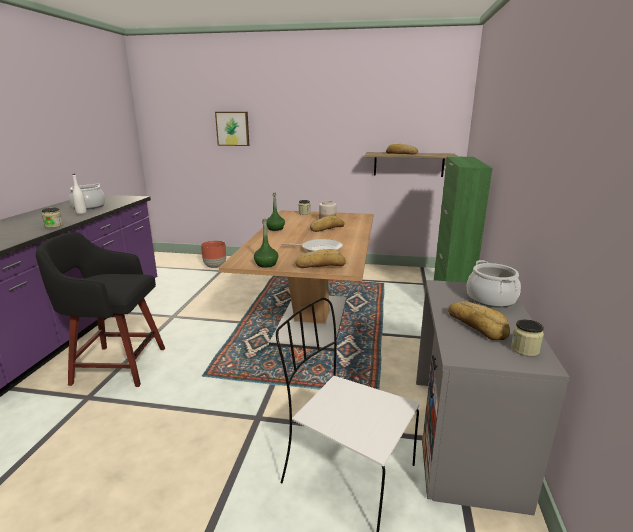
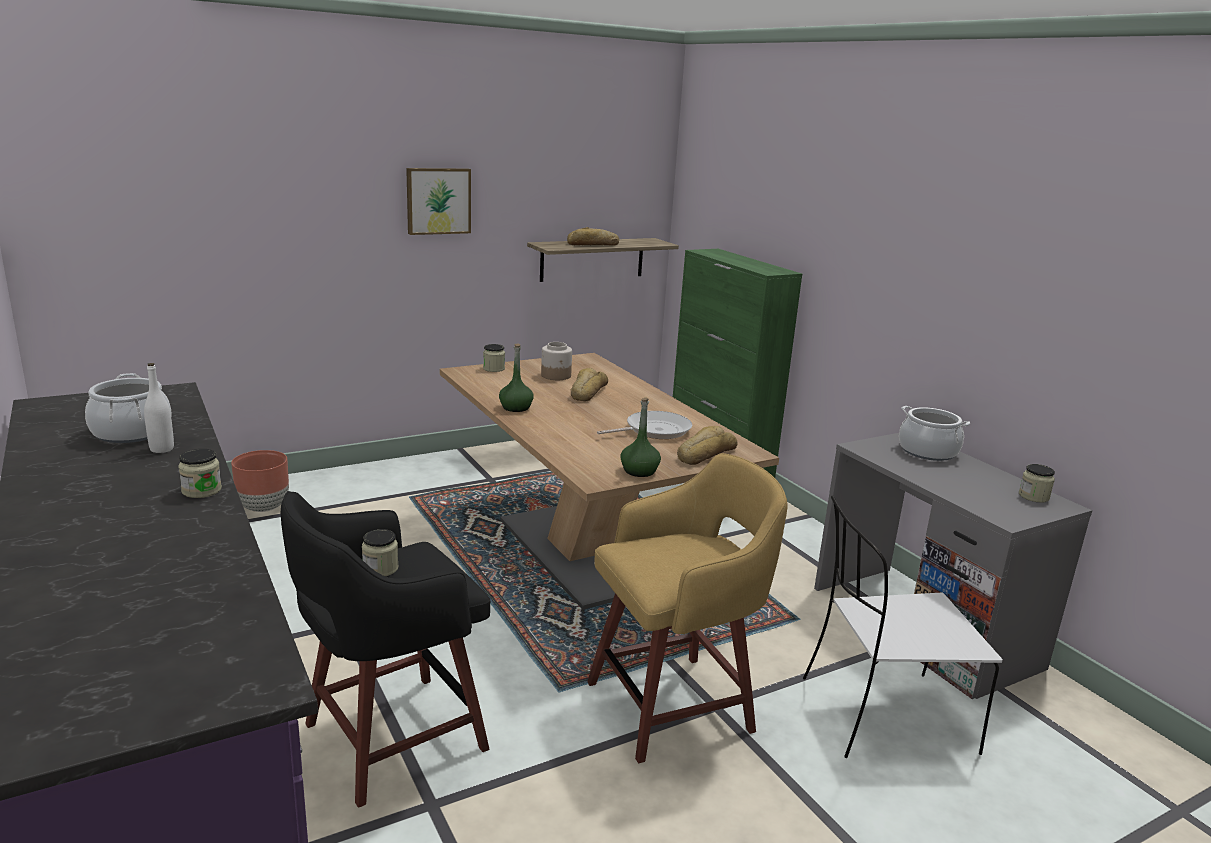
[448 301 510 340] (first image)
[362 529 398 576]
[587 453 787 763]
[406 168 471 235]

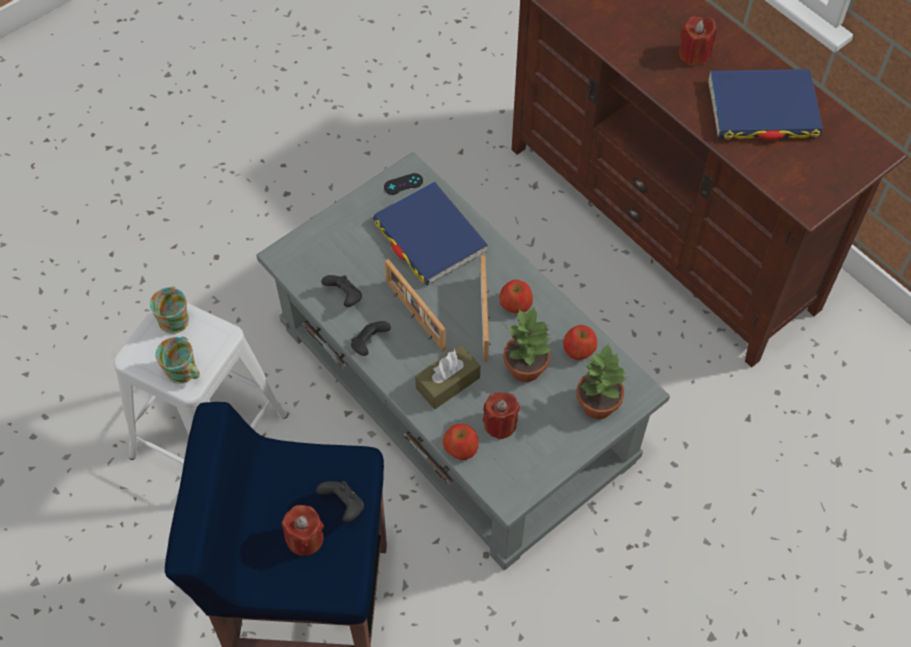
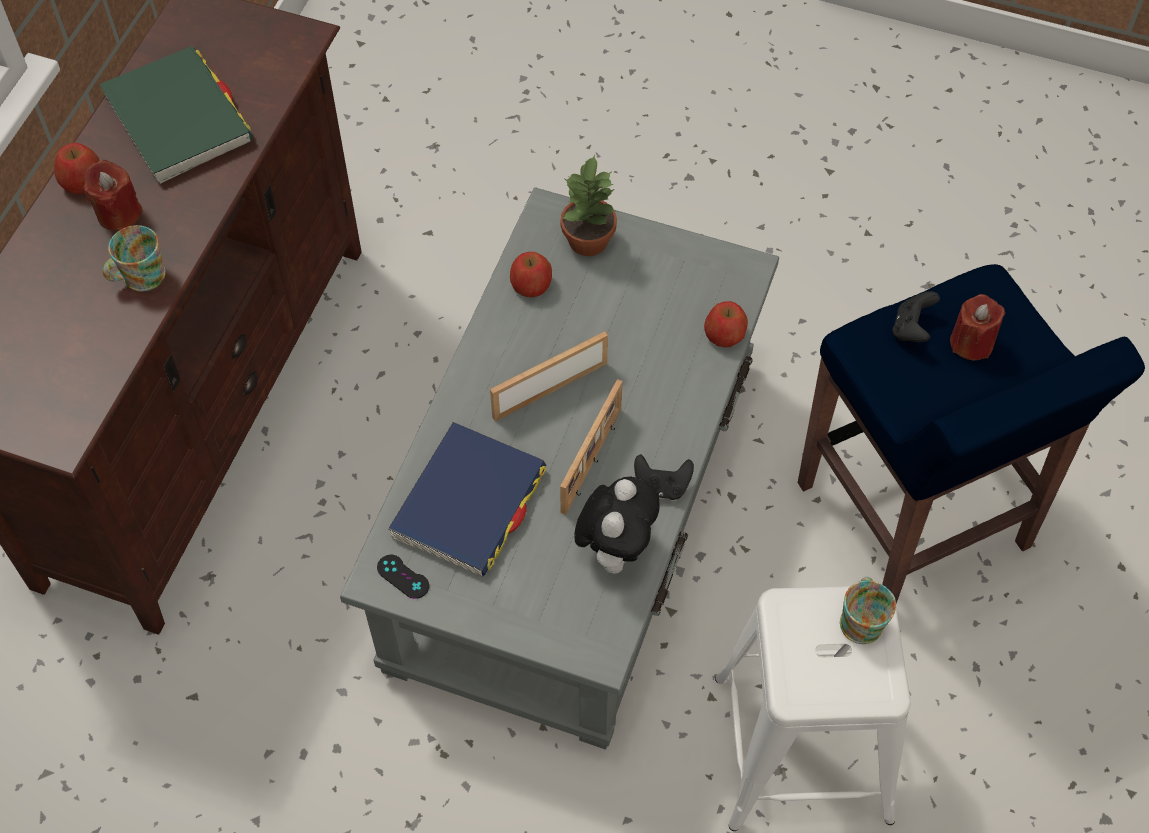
[415 345 480 409] (first image)
[483 392 520 440] (first image)
[503 306 551 382] (first image)
[102 225 166 292]
[54 143 99 194]
[574 477 660 574]
[99 46 253 184]

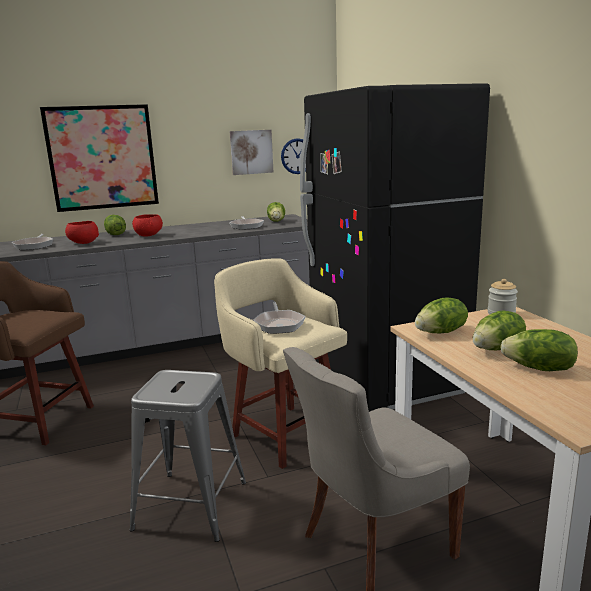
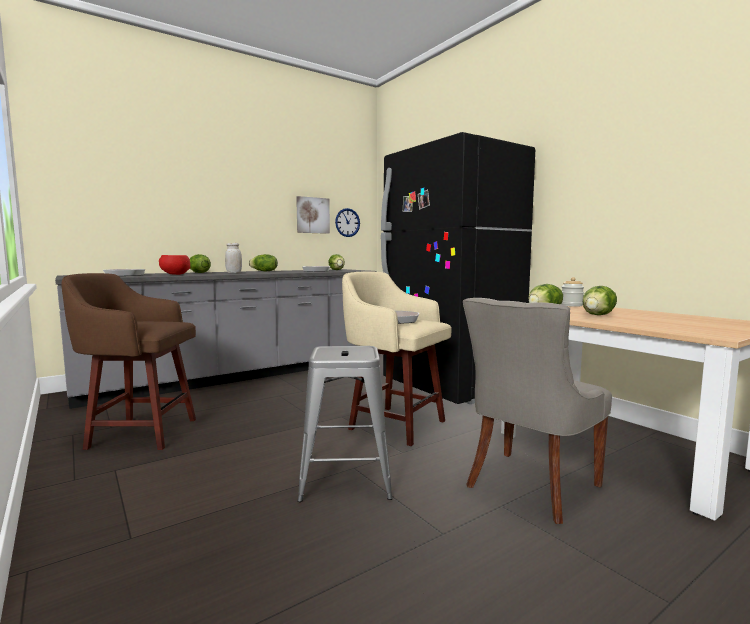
[40 104 159 212] (first image)
[249 254 278 271]
[225 243 242 273]

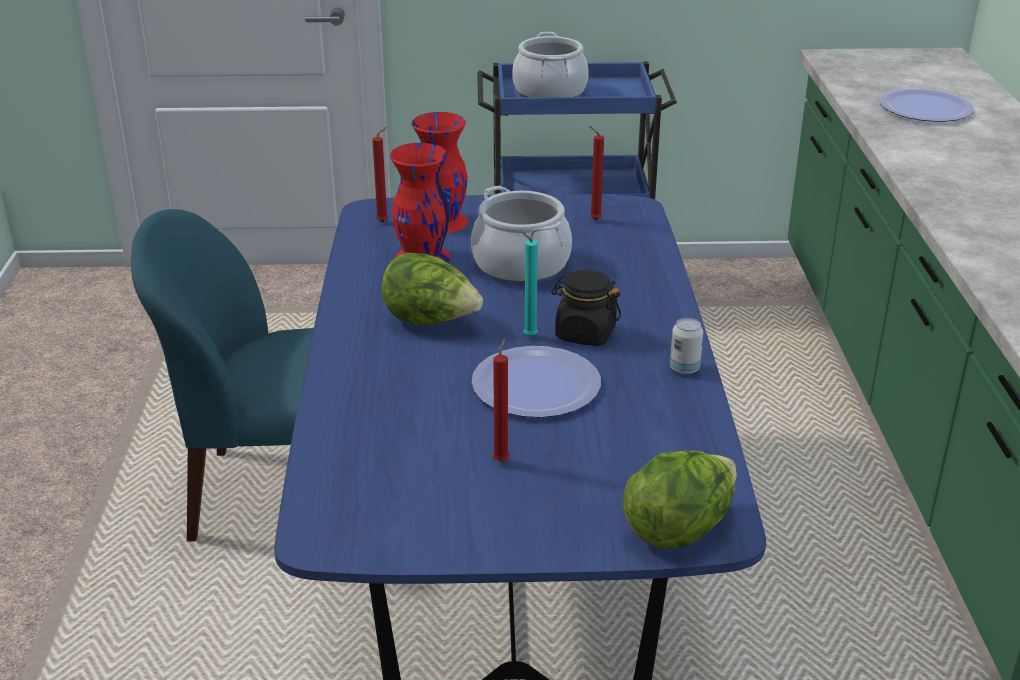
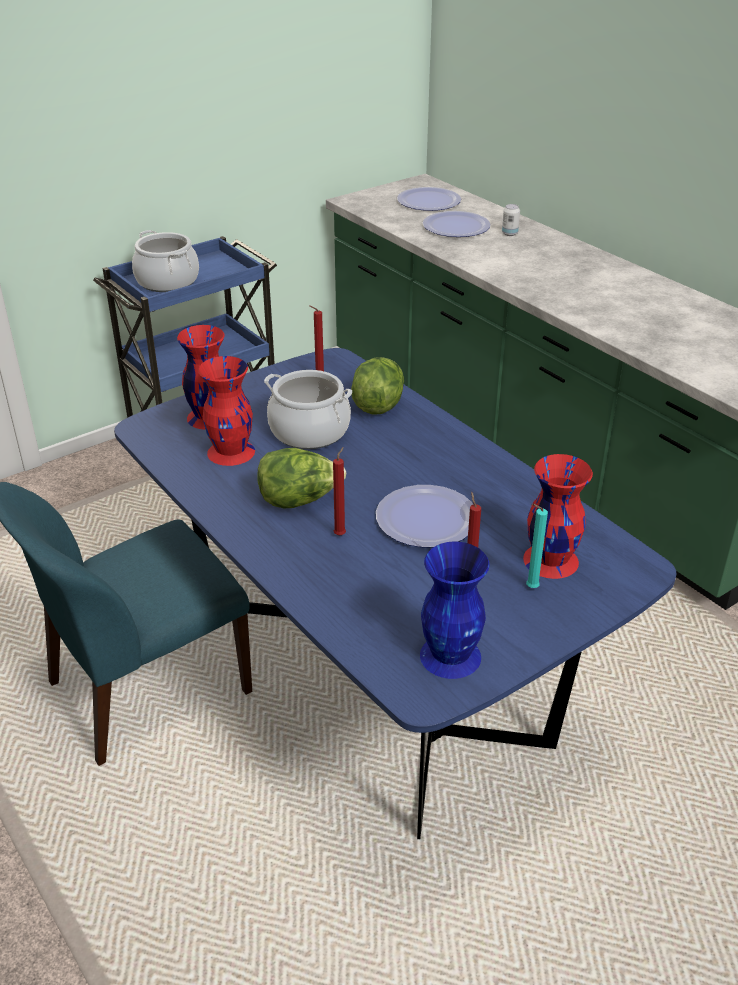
[551 269 621 346] (first image)
[397 187 461 211]
[420 542 489 679]
[523 454 593 579]
[333 447 346 535]
[526 504 548 588]
[351 357 404 414]
[502 204 520 236]

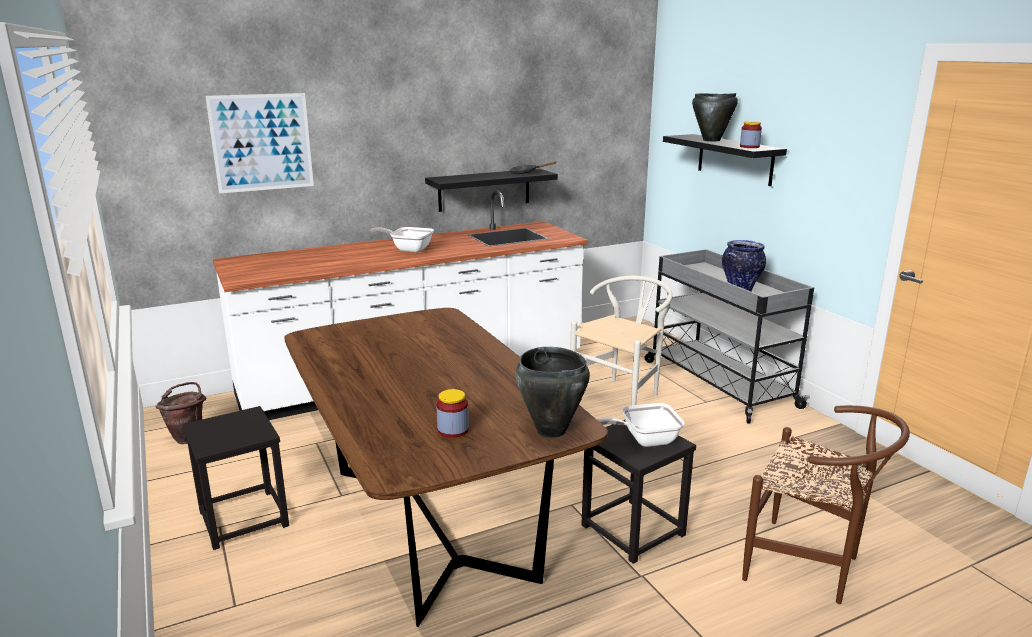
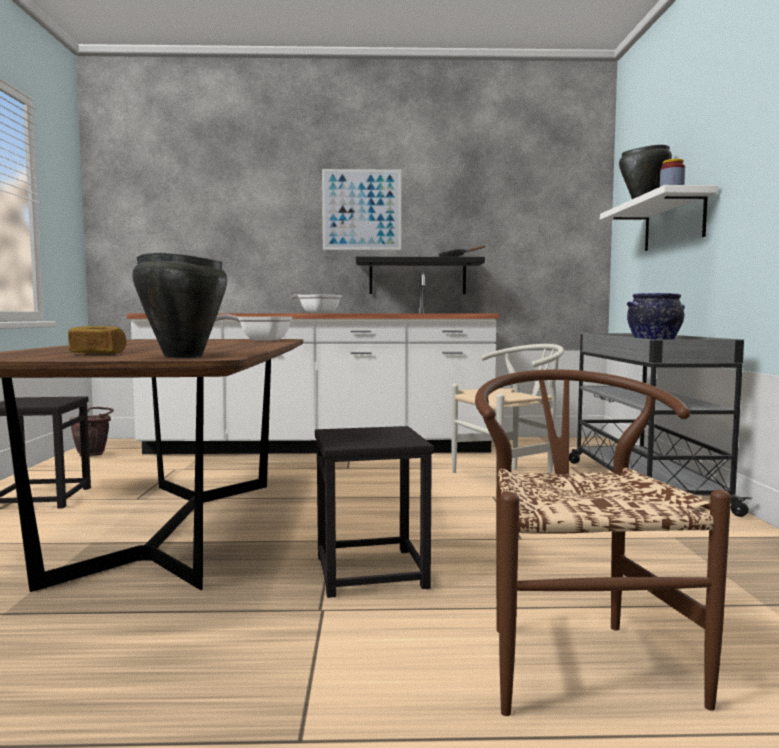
[322 169 401 250]
[215 315 292 341]
[68 326 126 353]
[600 185 717 251]
[475 369 731 716]

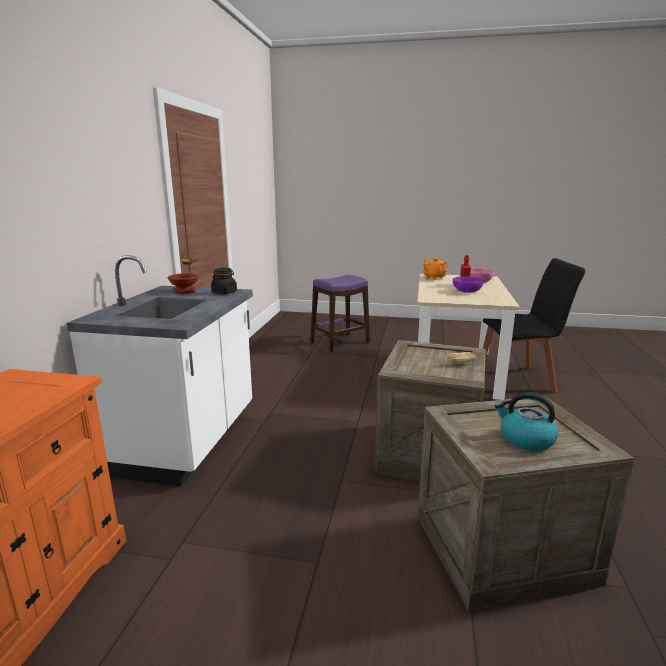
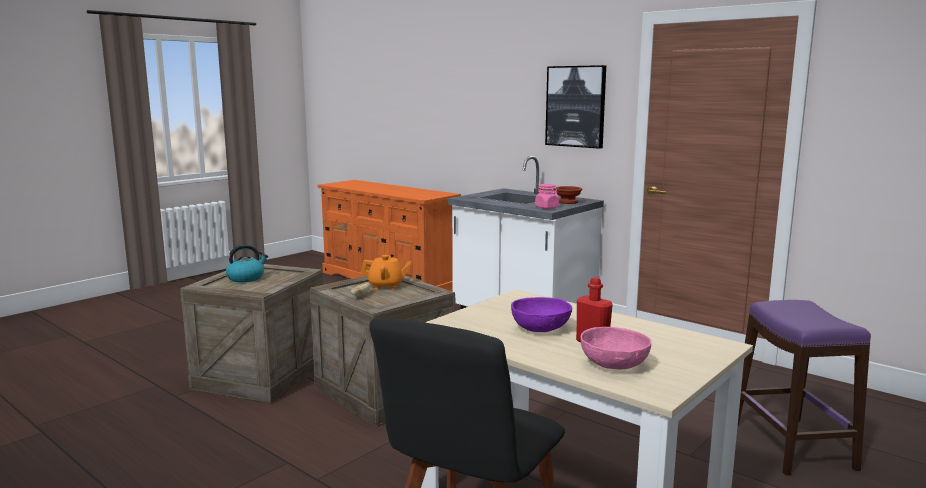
[545 65 606 149]
[361 255 411 290]
[535 184 559 209]

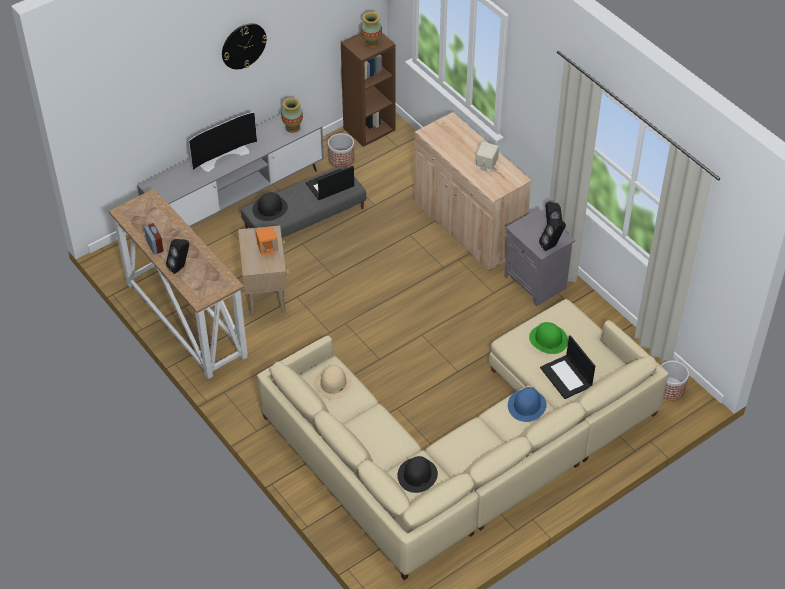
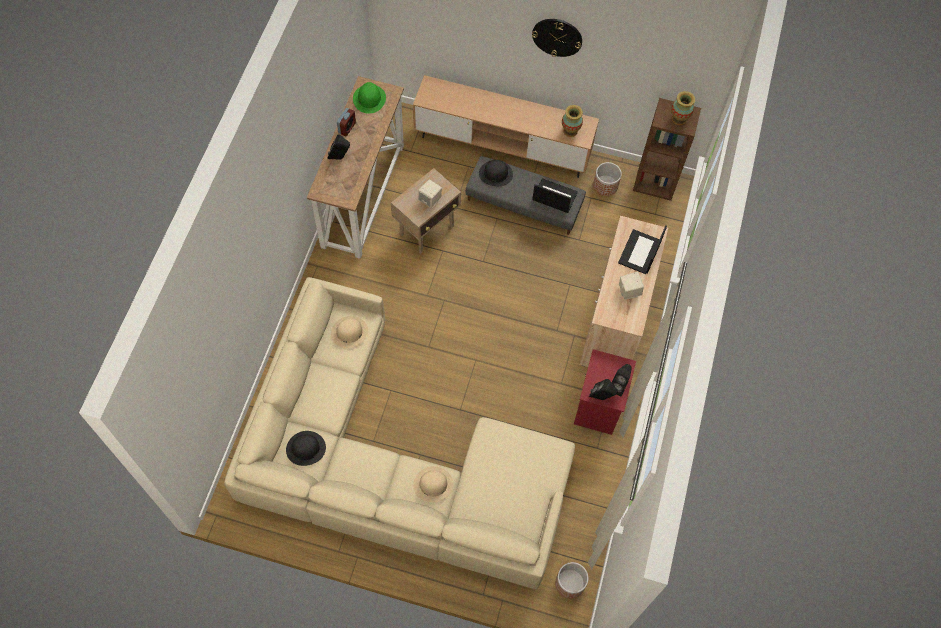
[188 112 257 172] (first image)
[353 82 386 114]
[618 225 667 274]
[413 75 599 178]
[418 180 442 208]
[574 349 636 435]
[413 466 454 502]

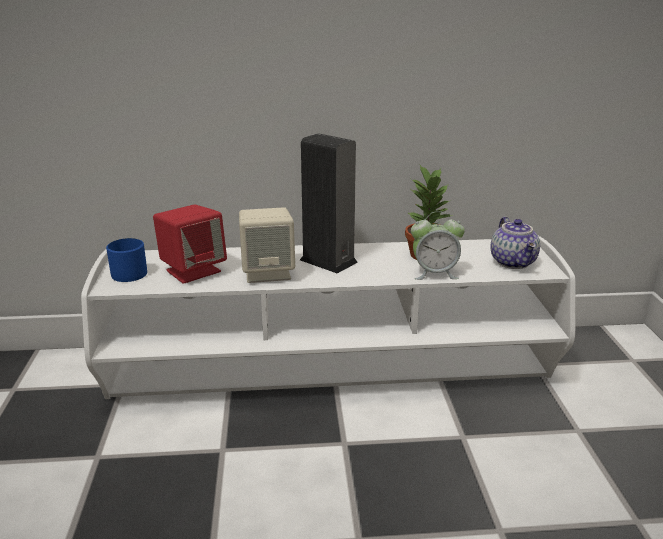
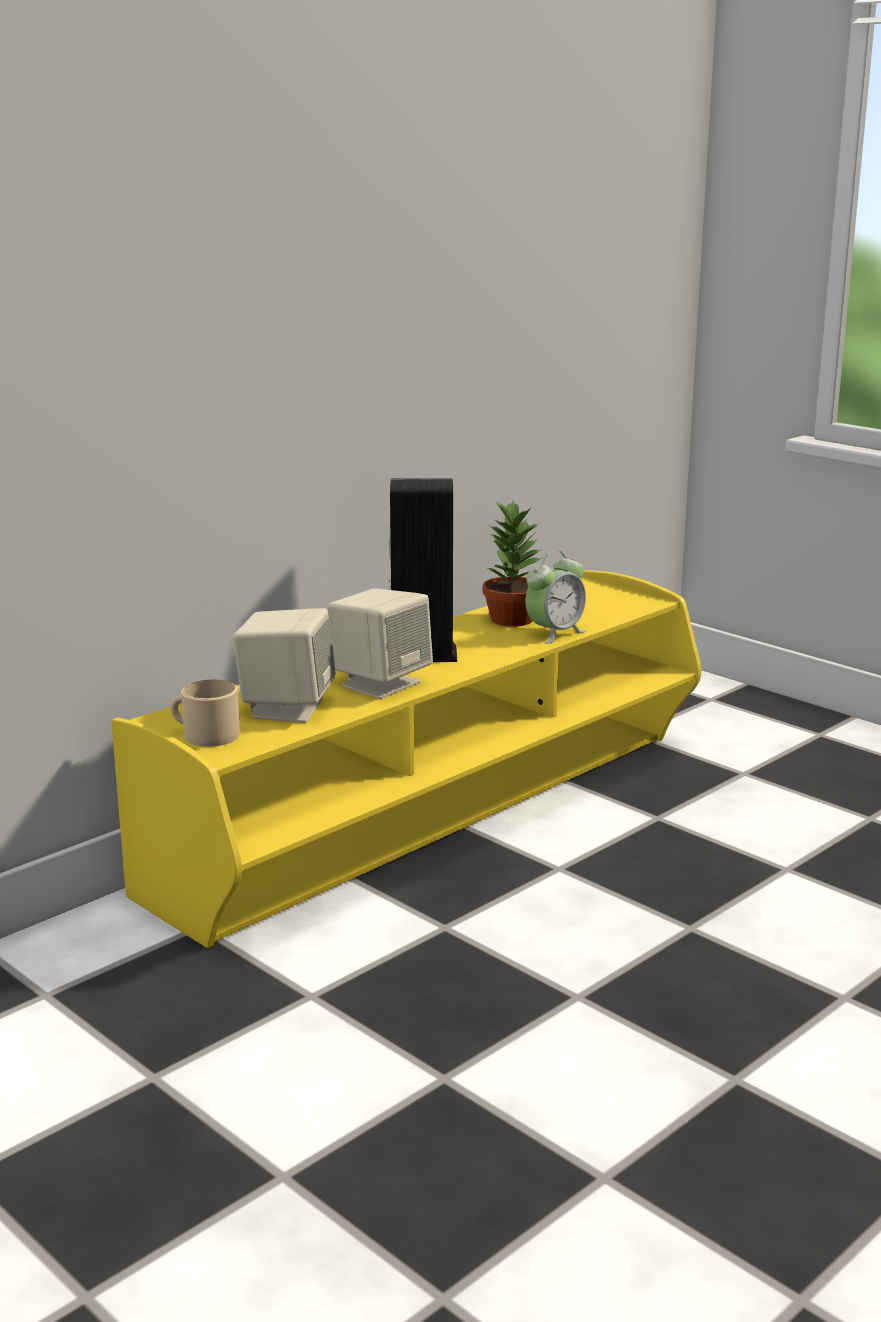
[491 217 540 269] (first image)
[111 570 701 948]
[171 680 240 747]
[233 608 336 723]

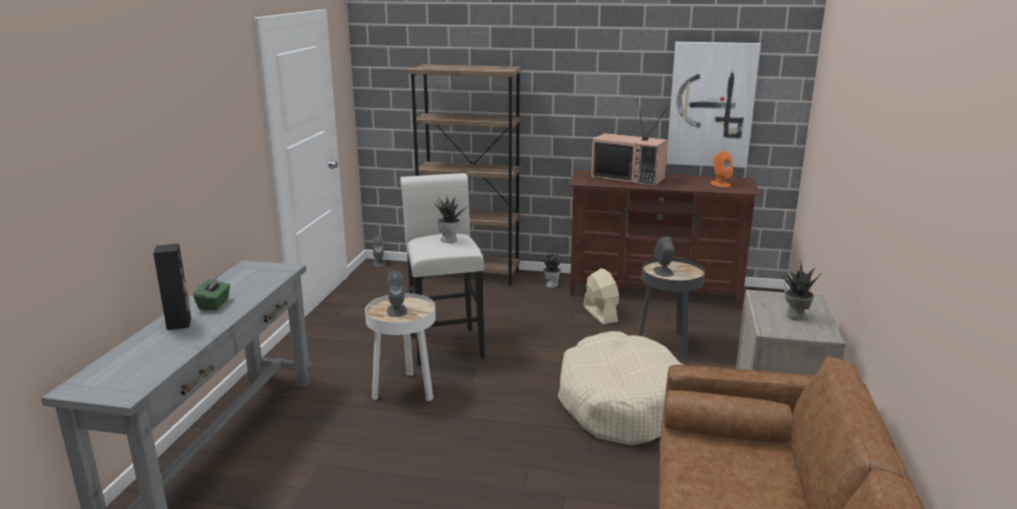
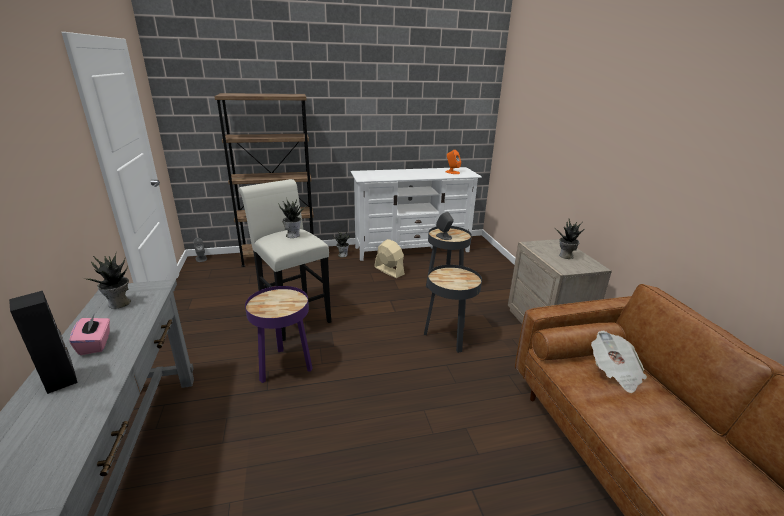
[387 271 407 317] (first image)
[591 100 669 186] (first image)
[666 42 761 168] (first image)
[83 252 131 309]
[591 331 647 393]
[424 265 482 353]
[69 313 110 355]
[245 286 312 383]
[351 167 482 261]

